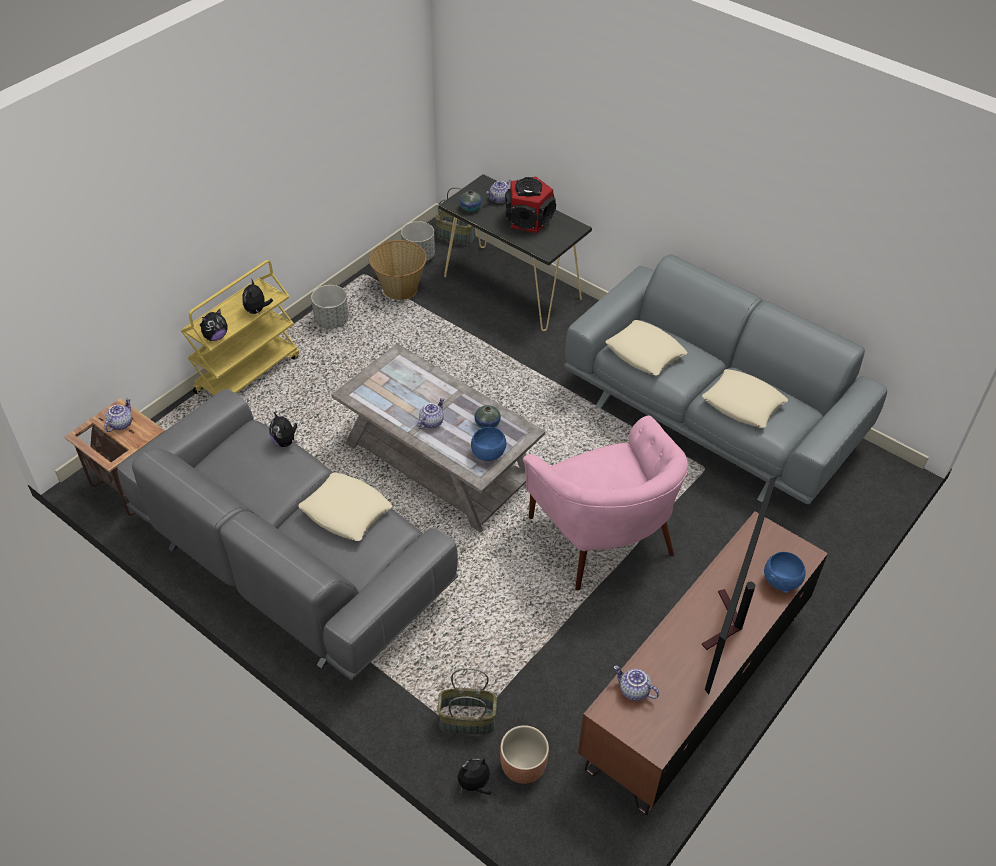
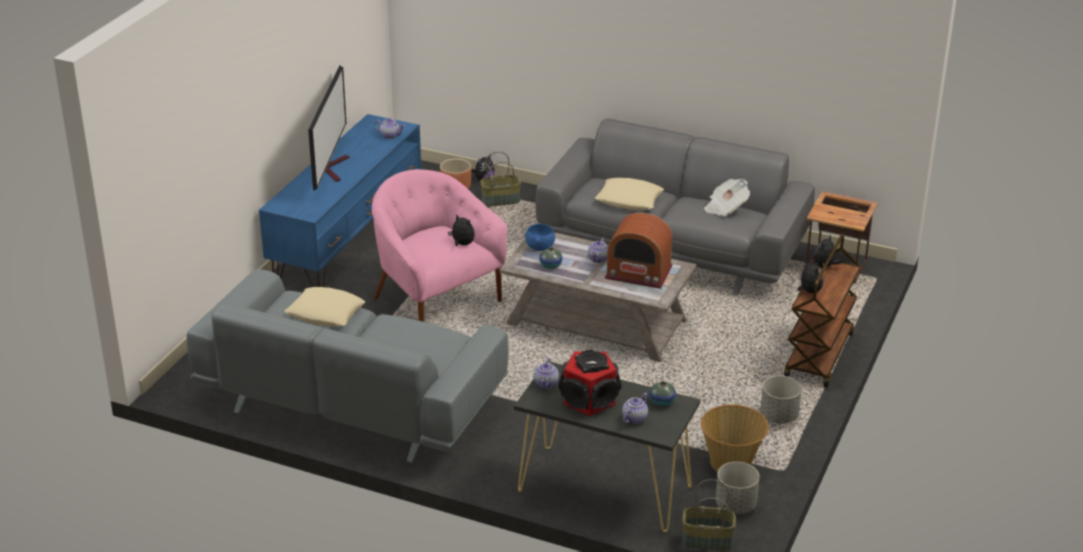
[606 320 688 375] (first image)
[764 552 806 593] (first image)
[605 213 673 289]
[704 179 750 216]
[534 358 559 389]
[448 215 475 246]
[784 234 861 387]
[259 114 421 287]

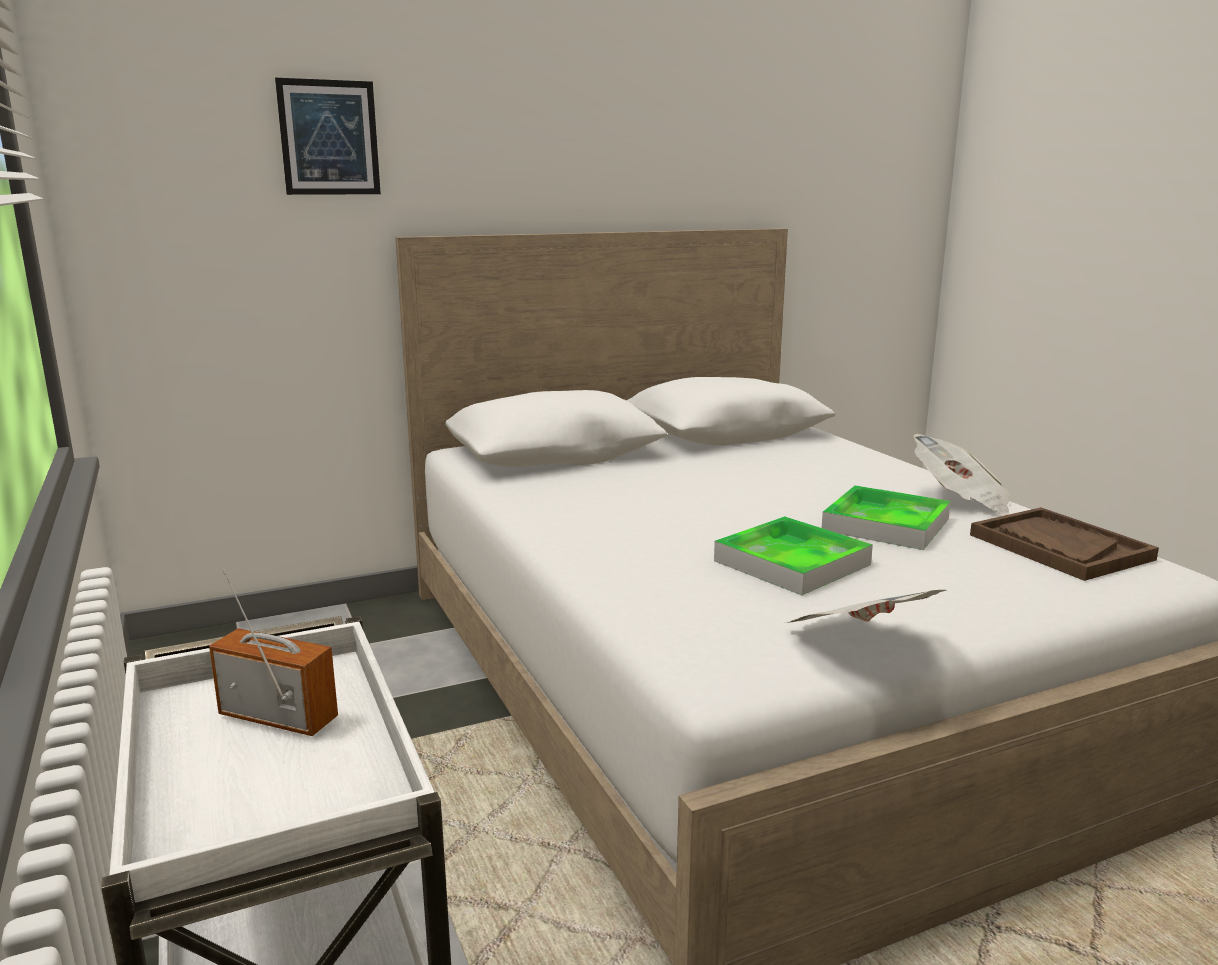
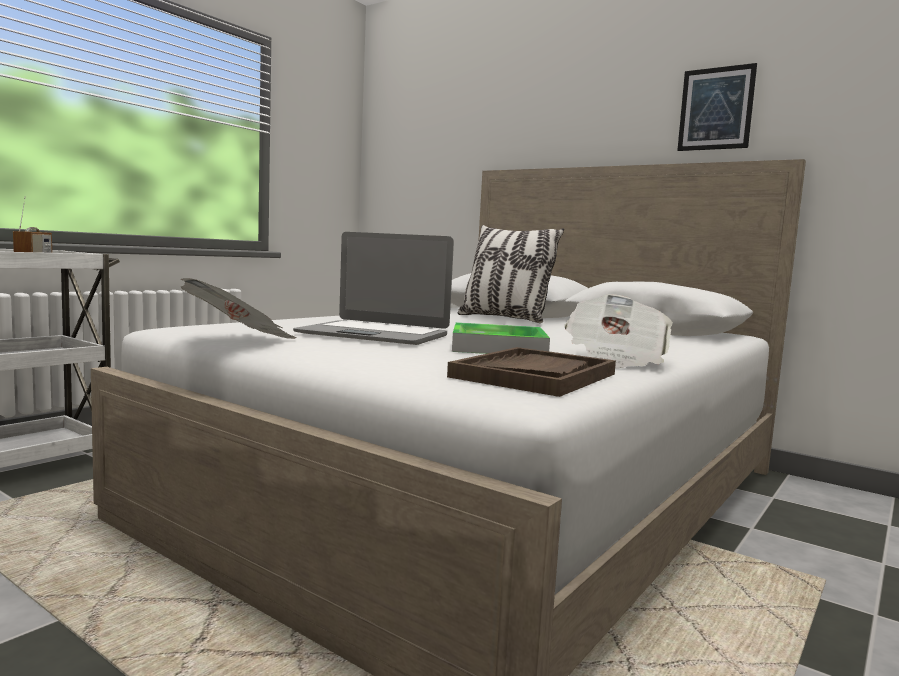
[458 225 564 323]
[677 63 757 151]
[293 232 454 345]

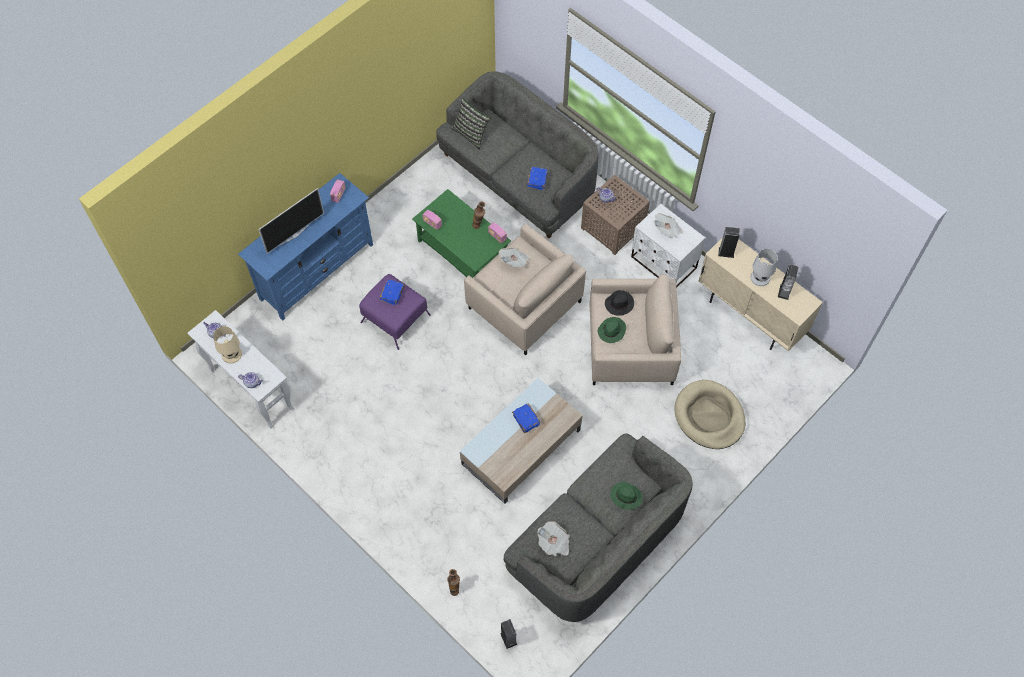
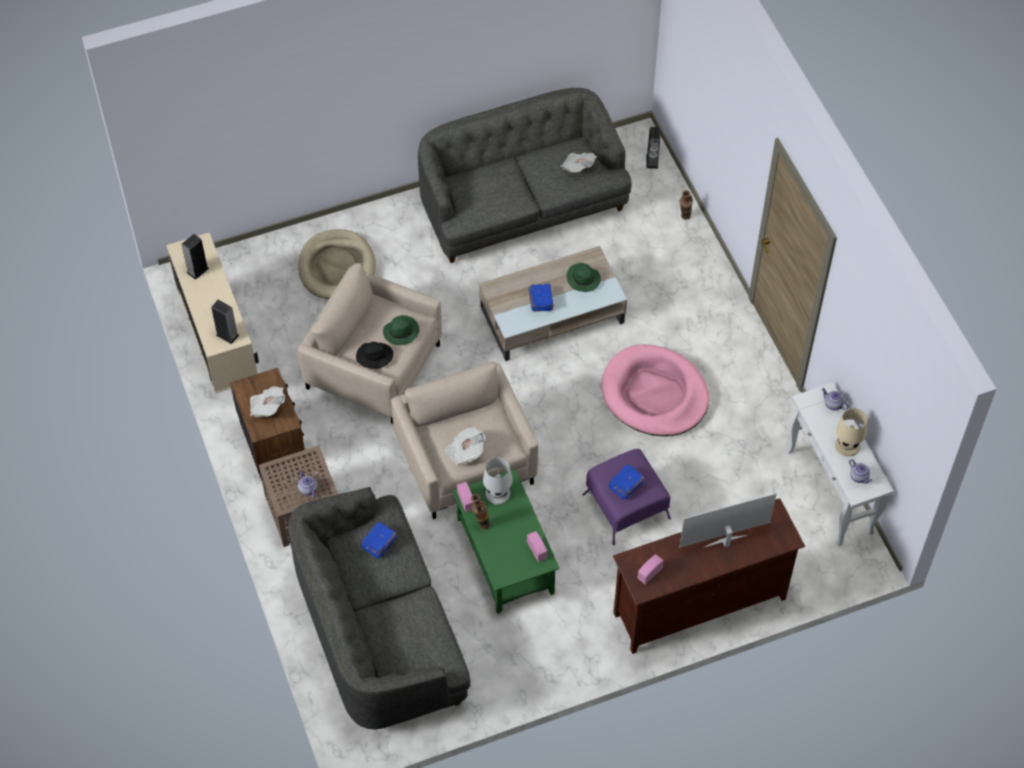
[451 98 491 150] (first image)
[601 344 709 436]
[567 263 601 292]
[483 457 513 505]
[613 498 805 654]
[230 368 306 481]

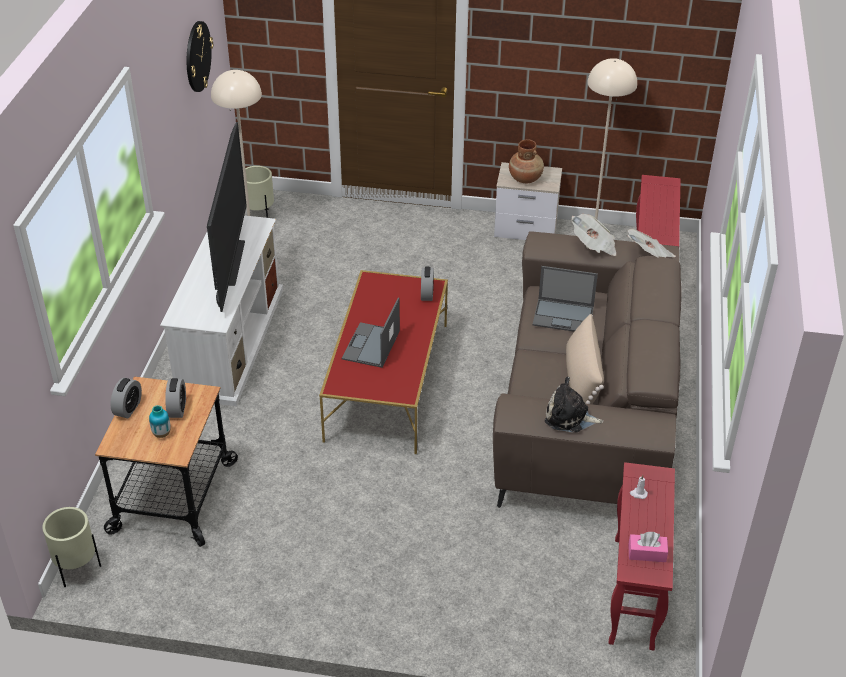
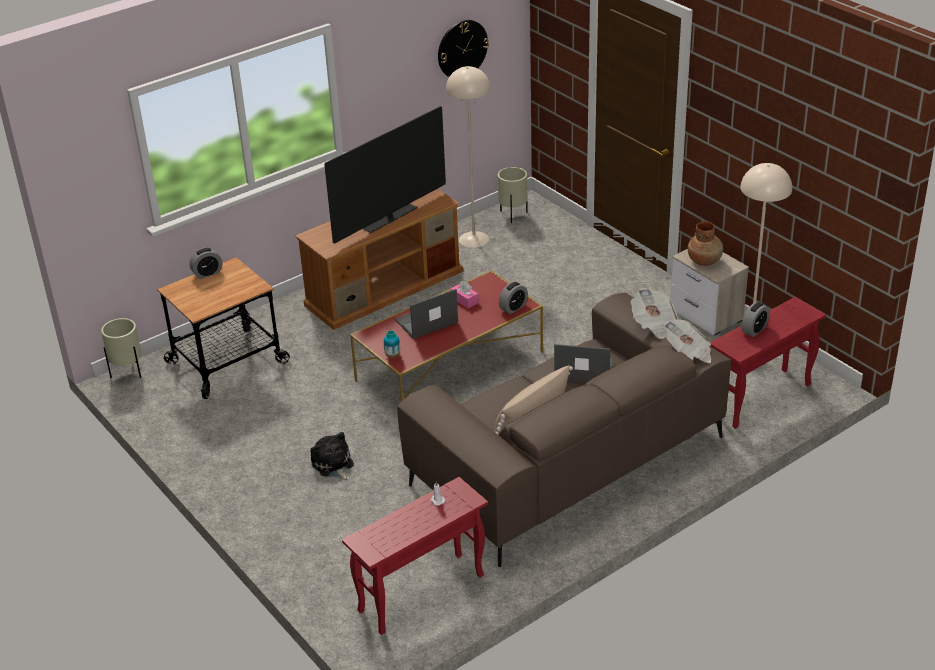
[384 330 400 358]
[741 302 770 337]
[310 432 354 481]
[451 281 479 308]
[295 189 463 330]
[554 344 614 382]

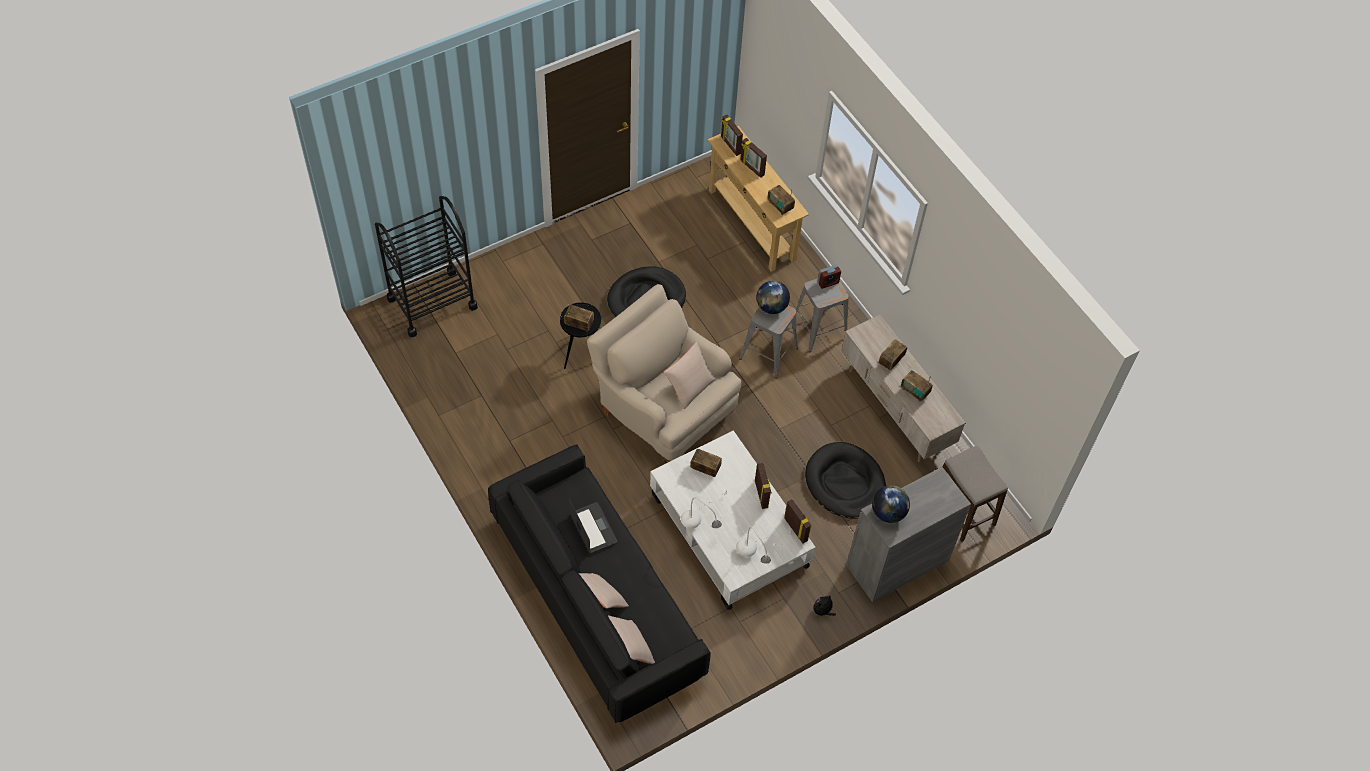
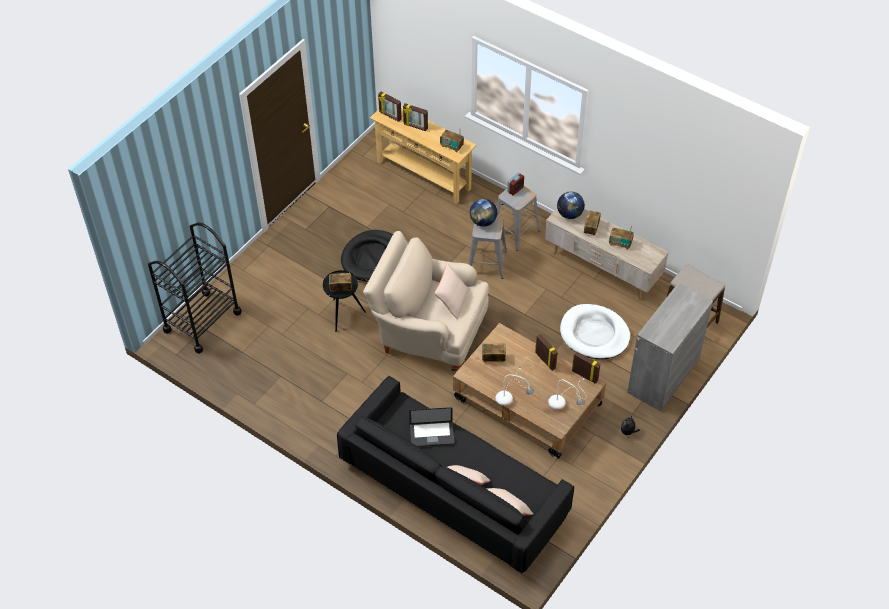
[557 191 585 219]
[453 323 606 459]
[560 304 630 359]
[409 407 454 447]

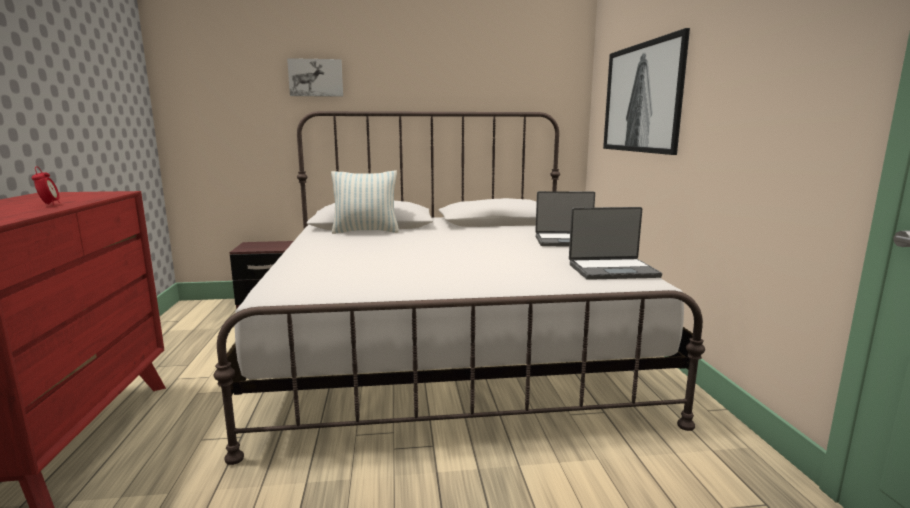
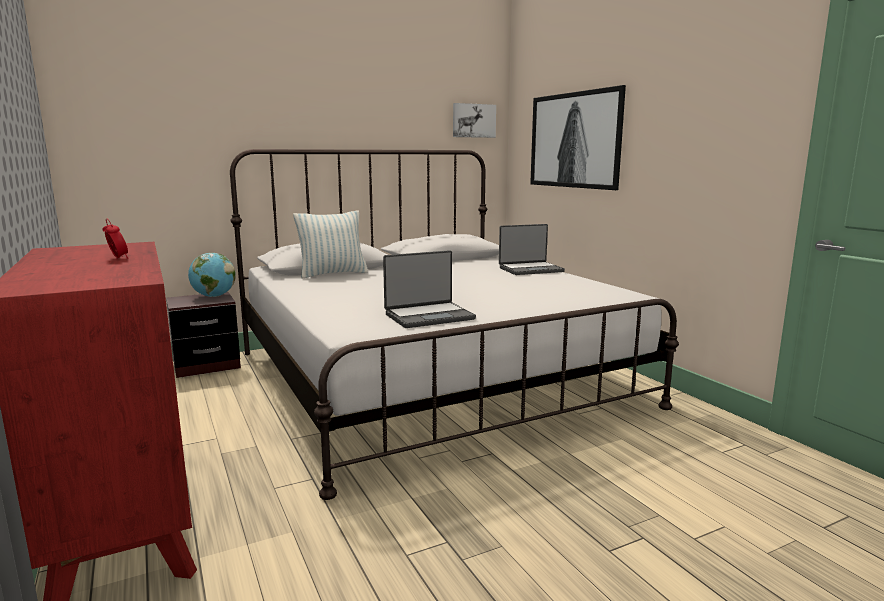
[188 253 236 297]
[453 103 496 138]
[383 250 476 328]

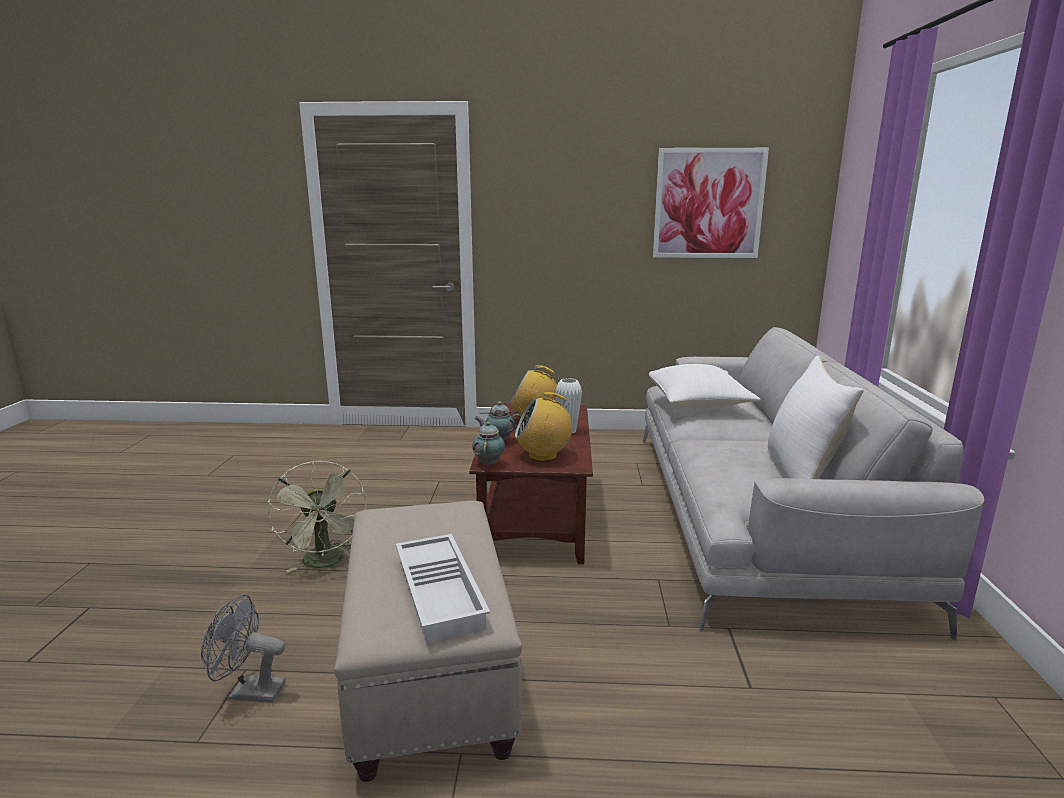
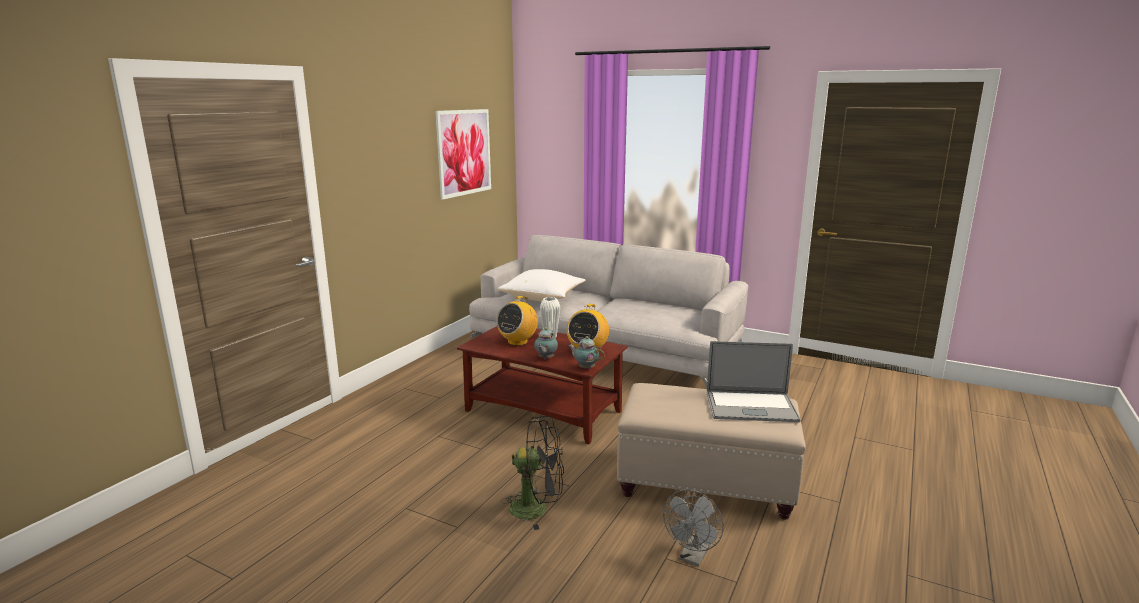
[767 356 863 479] (first image)
[707 341 801 422]
[501 416 564 530]

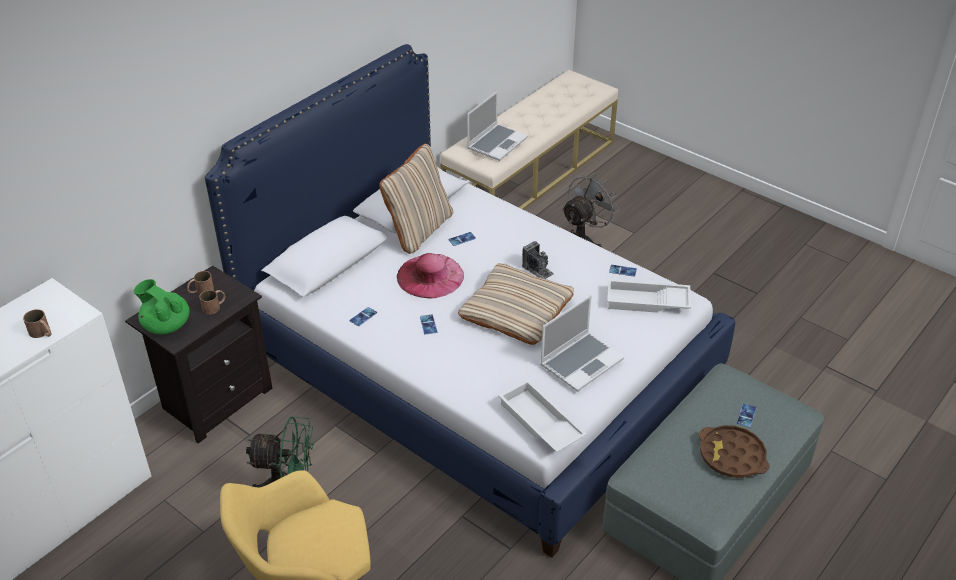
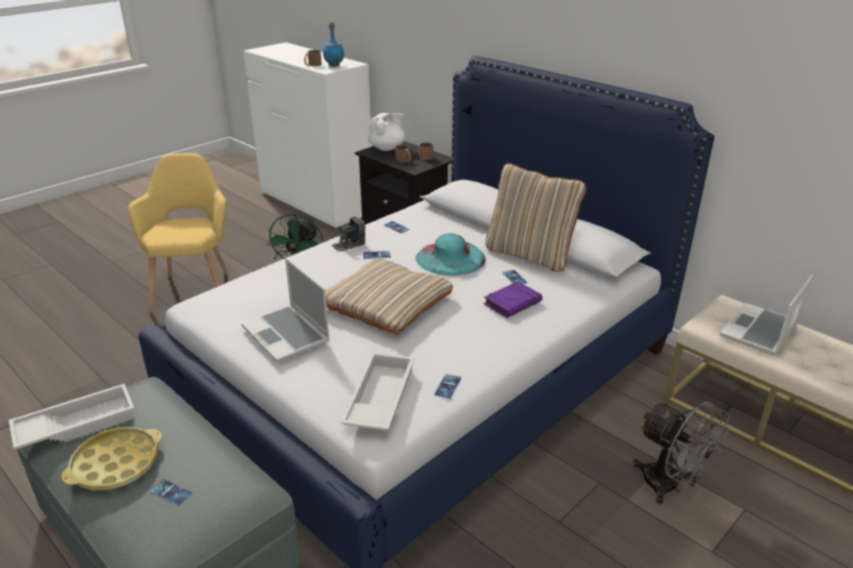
[323 22 344 67]
[484 281 542 318]
[9 383 134 449]
[331 216 365 252]
[368 113 405 151]
[416 233 486 276]
[61 427 162 491]
[720 275 813 356]

